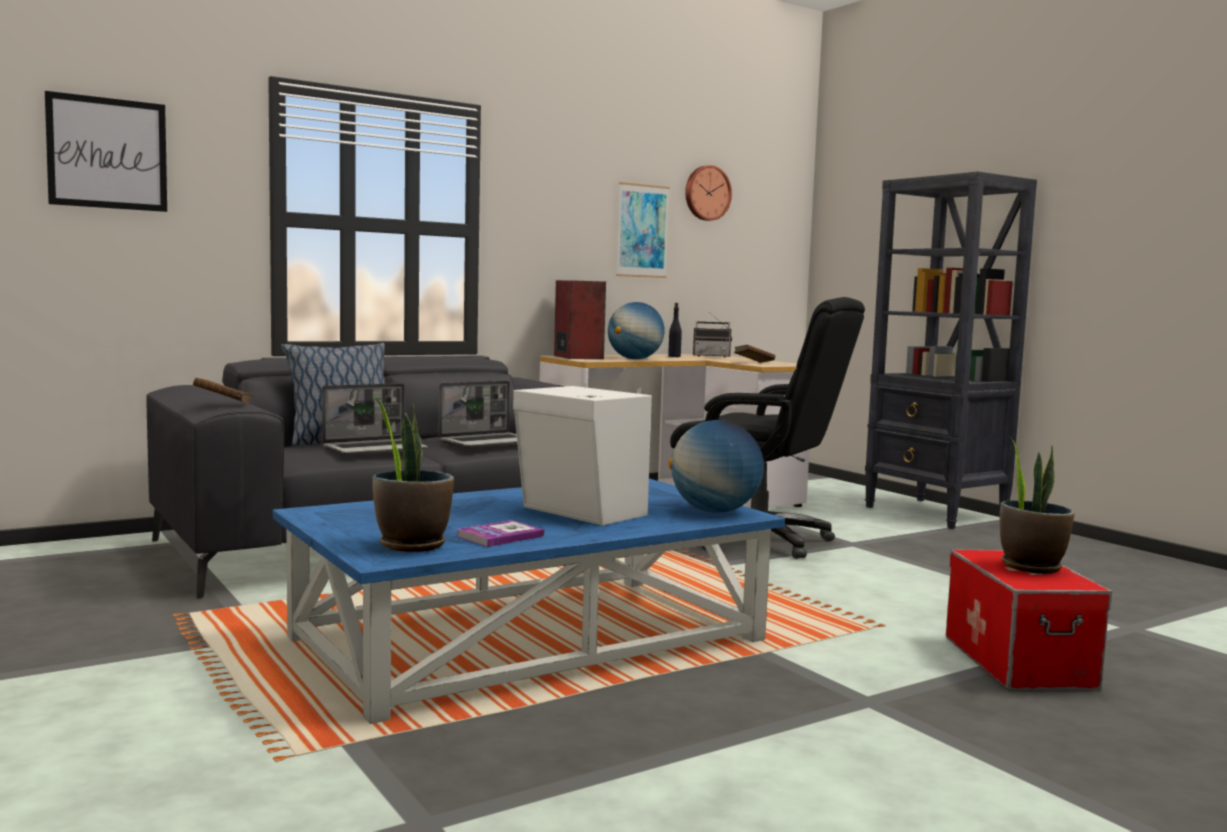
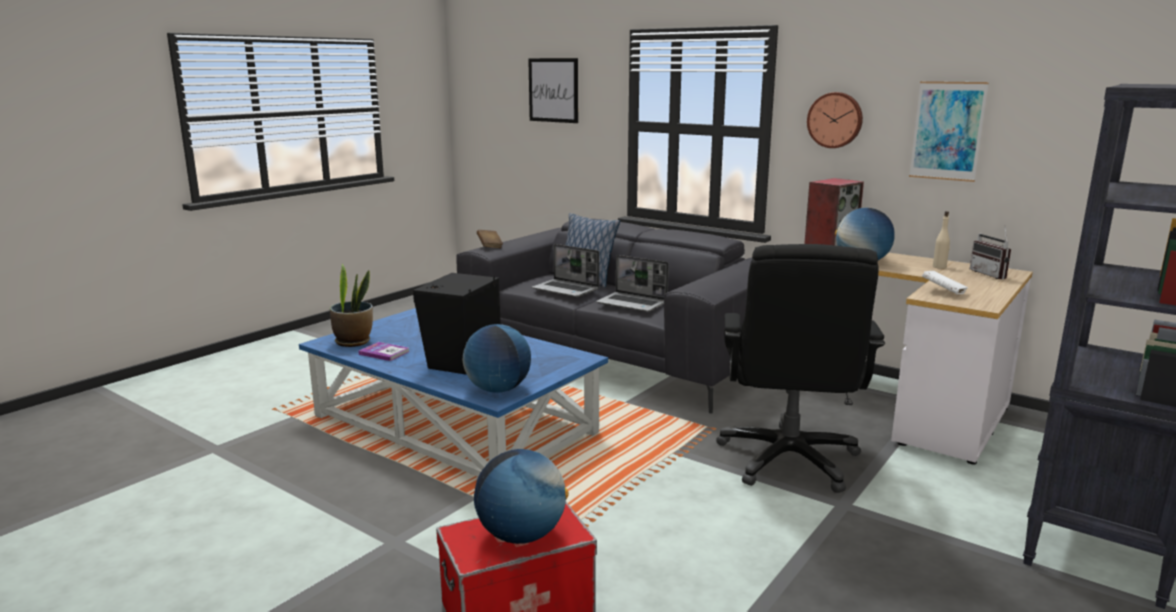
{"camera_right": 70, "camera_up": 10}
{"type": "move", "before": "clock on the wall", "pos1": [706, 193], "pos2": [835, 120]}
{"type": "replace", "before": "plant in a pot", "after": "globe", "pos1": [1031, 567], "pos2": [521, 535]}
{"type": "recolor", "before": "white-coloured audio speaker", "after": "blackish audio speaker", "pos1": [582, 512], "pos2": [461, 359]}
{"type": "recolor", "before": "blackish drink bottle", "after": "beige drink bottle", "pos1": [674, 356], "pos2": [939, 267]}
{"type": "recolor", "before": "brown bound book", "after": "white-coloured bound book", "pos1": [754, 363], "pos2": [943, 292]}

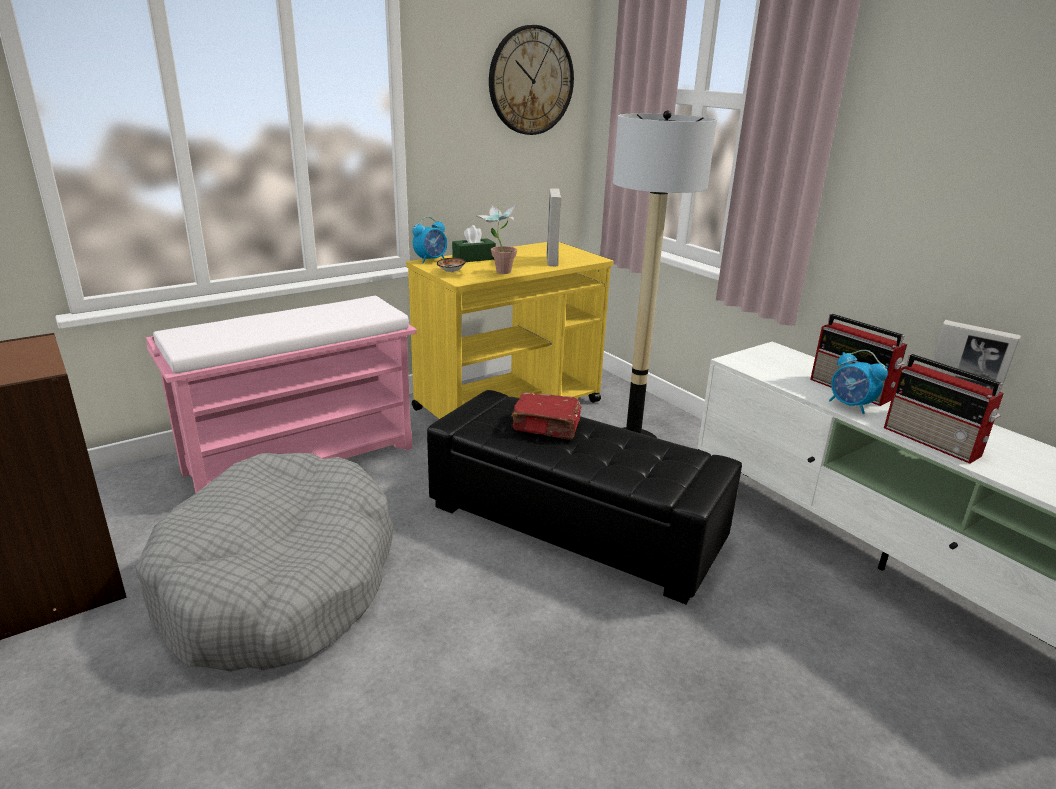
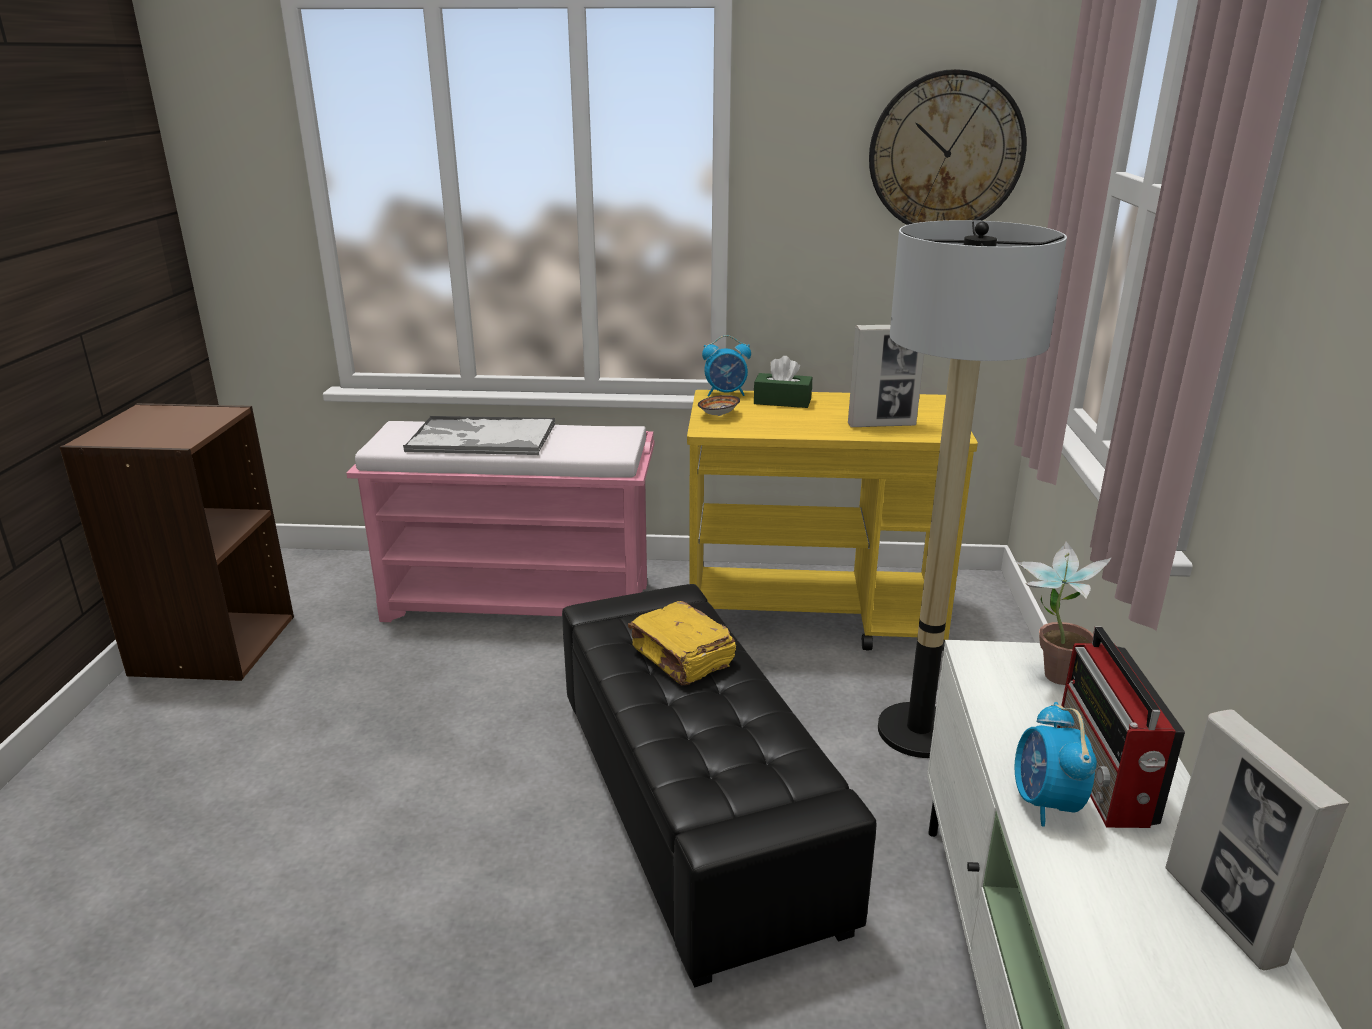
{"camera_right": 40, "camera_up": 0}
{"type": "delete", "before": "grey pet bed", "pos1": [279, 582]}
{"type": "delete", "before": "radio receiver", "pos1": [934, 442]}
{"type": "insert", "after": "serving tray", "pos2": [481, 438]}
{"type": "move", "before": "plant in a pot", "pos1": [498, 272], "pos2": [1047, 675]}
{"type": "recolor", "before": "red-coloured bound book", "after": "yellowish bound book", "pos1": [547, 427], "pos2": [682, 658]}
{"type": "rotate", "before": "standing frame", "pos1": [552, 260], "pos2": [882, 425], "turn": -135}

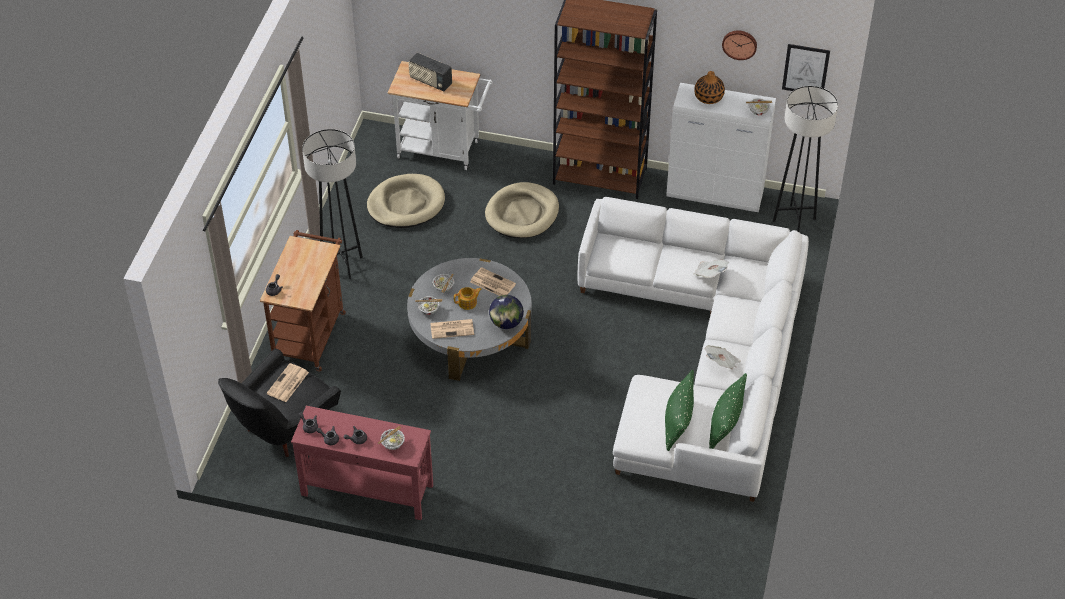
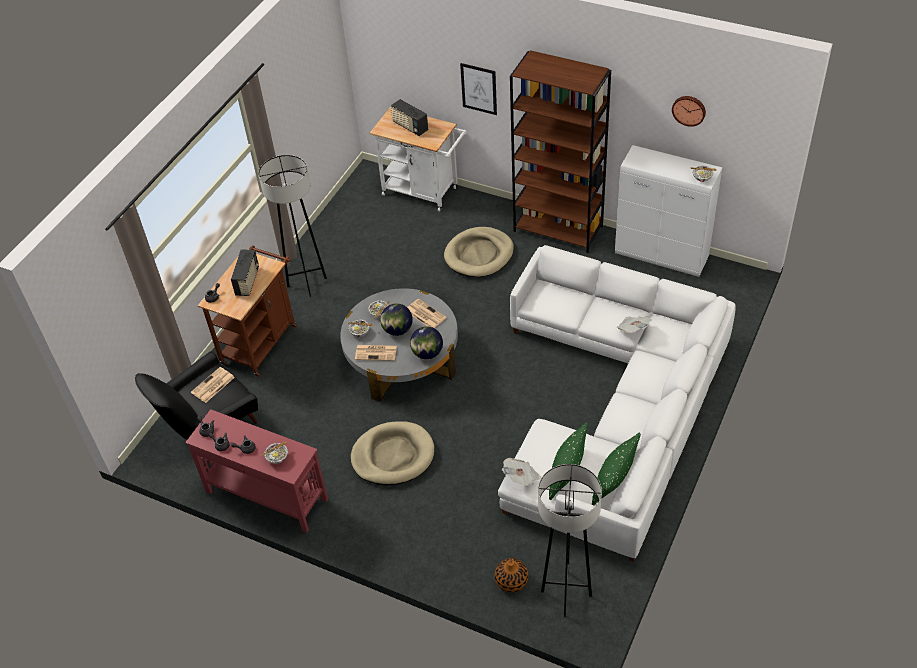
{"camera_right": 15, "camera_up": 0}
{"type": "insert", "after": "radio receiver", "pos2": [248, 281]}
{"type": "move", "before": "beige pet bed", "pos1": [406, 204], "pos2": [393, 456]}
{"type": "move", "before": "vase", "pos1": [708, 97], "pos2": [511, 581]}
{"type": "move", "before": "printed paper", "pos1": [722, 363], "pos2": [521, 478]}
{"type": "move", "before": "grey floor lamp", "pos1": [794, 220], "pos2": [566, 593]}
{"type": "move", "before": "wall art", "pos1": [805, 69], "pos2": [479, 88]}
{"type": "replace", "before": "tea pot", "after": "globe", "pos1": [468, 303], "pos2": [397, 330]}

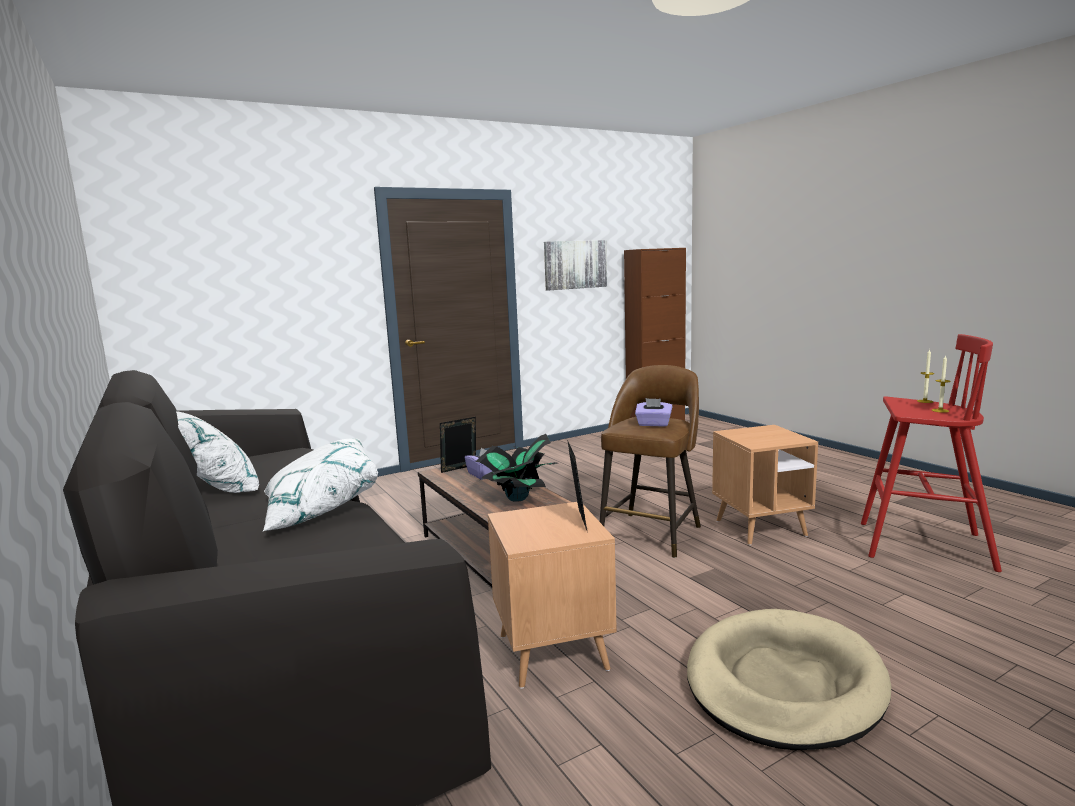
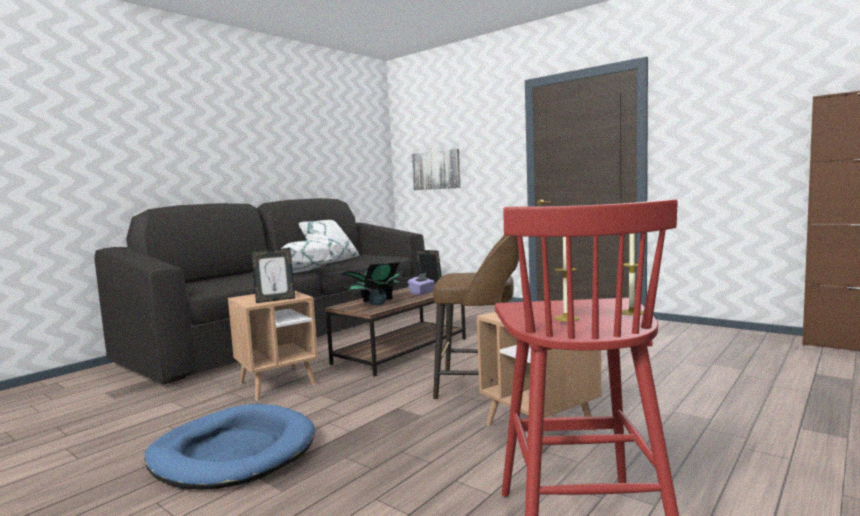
{"camera_right": 70, "camera_up": -5}
{"type": "delete", "before": "purplish tissue holder", "pos1": [653, 424]}
{"type": "move", "before": "wall art", "pos1": [575, 264], "pos2": [436, 170]}
{"type": "recolor", "before": "beige pet bed", "after": "blue-coloured pet bed", "pos1": [783, 683], "pos2": [233, 452]}

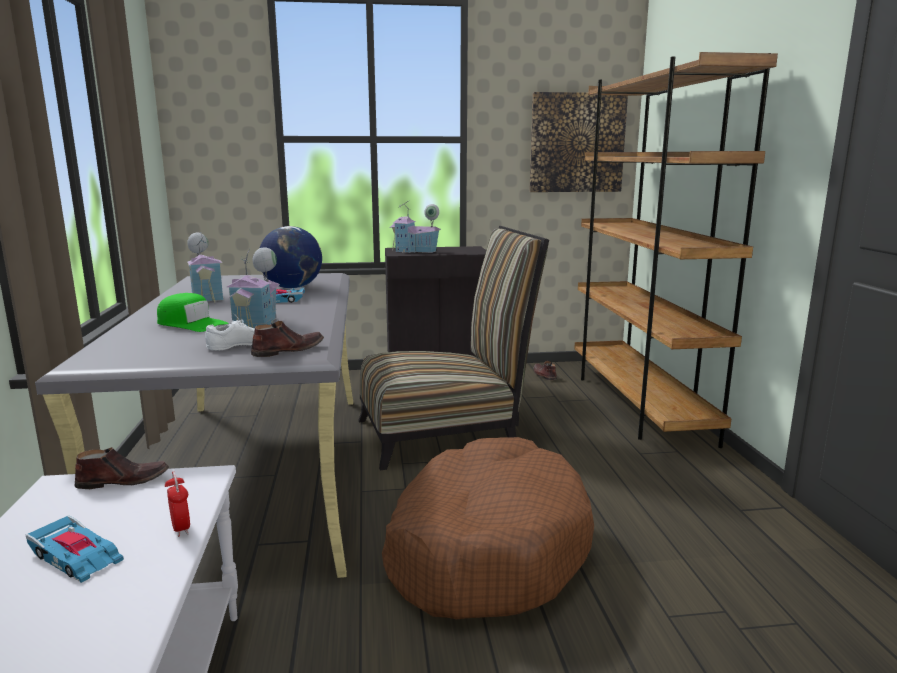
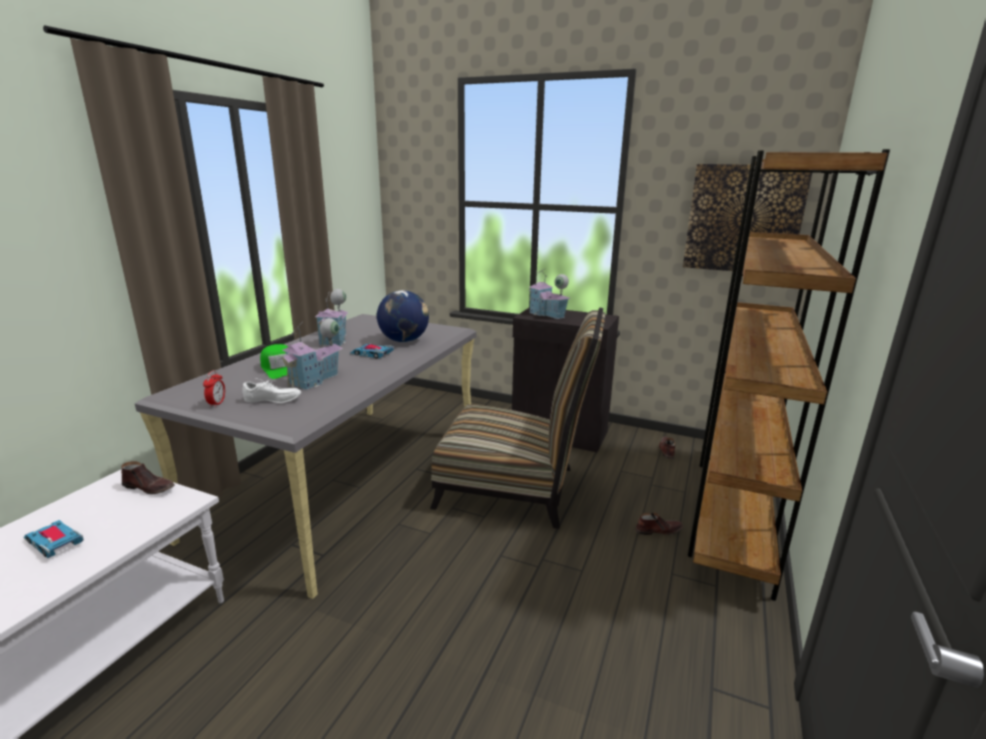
{"camera_right": 30, "camera_up": 5}
{"type": "delete", "before": "brown pet bed", "pos1": [486, 548]}
{"type": "move", "before": "table clock", "pos1": [181, 528], "pos2": [217, 403]}
{"type": "move", "before": "brown low shoe", "pos1": [288, 350], "pos2": [658, 530]}
{"type": "rotate", "before": "toy car", "pos1": [76, 556], "pos2": [54, 542], "turn": 150}

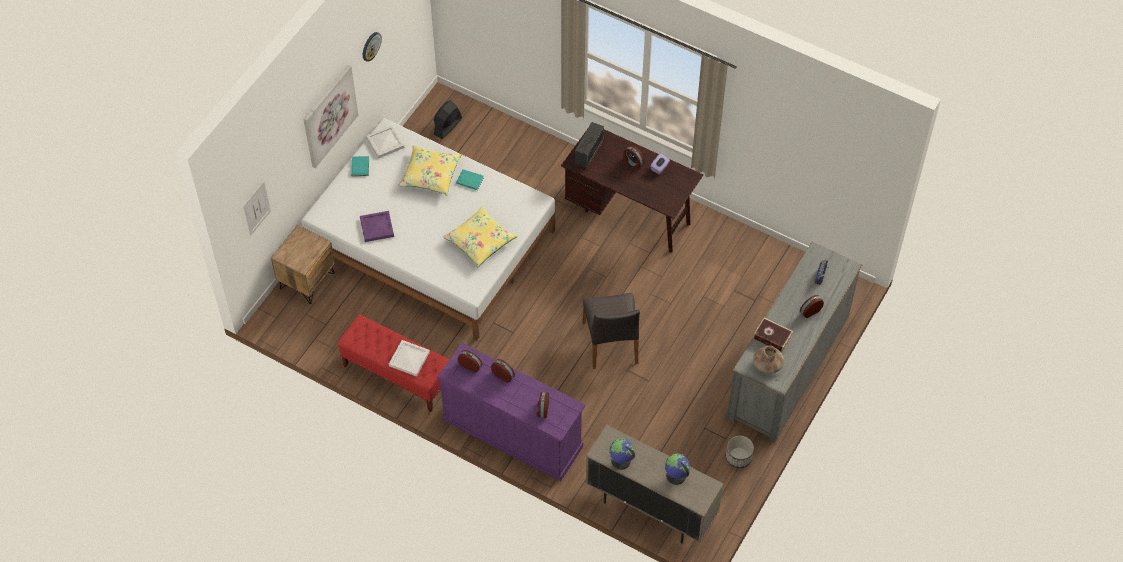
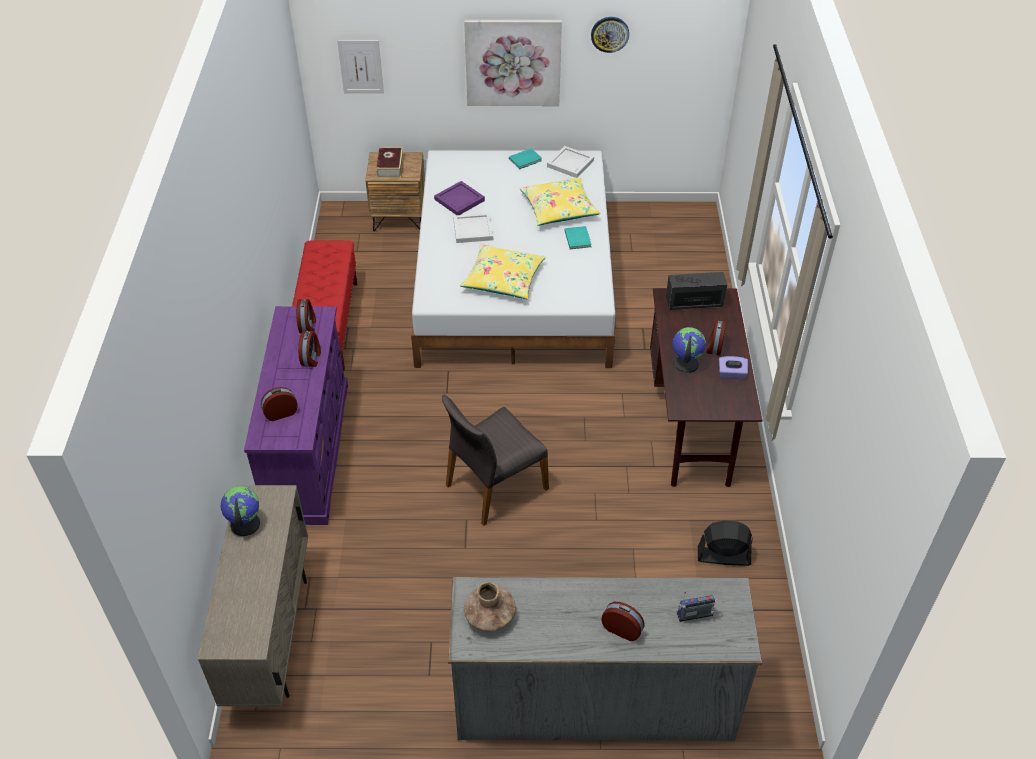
{"camera_right": 60, "camera_up": -10}
{"type": "delete", "before": "plant pot", "pos1": [738, 457]}
{"type": "move", "before": "white-coloured serving tray", "pos1": [409, 359], "pos2": [472, 230]}
{"type": "move", "before": "blackish cooling fan", "pos1": [447, 126], "pos2": [723, 556]}
{"type": "move", "before": "globe", "pos1": [675, 476], "pos2": [685, 363]}
{"type": "move", "before": "bound book", "pos1": [772, 337], "pos2": [390, 167]}

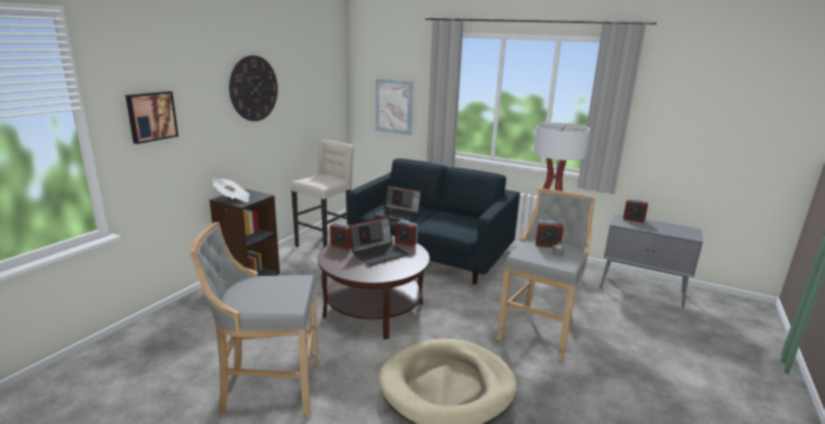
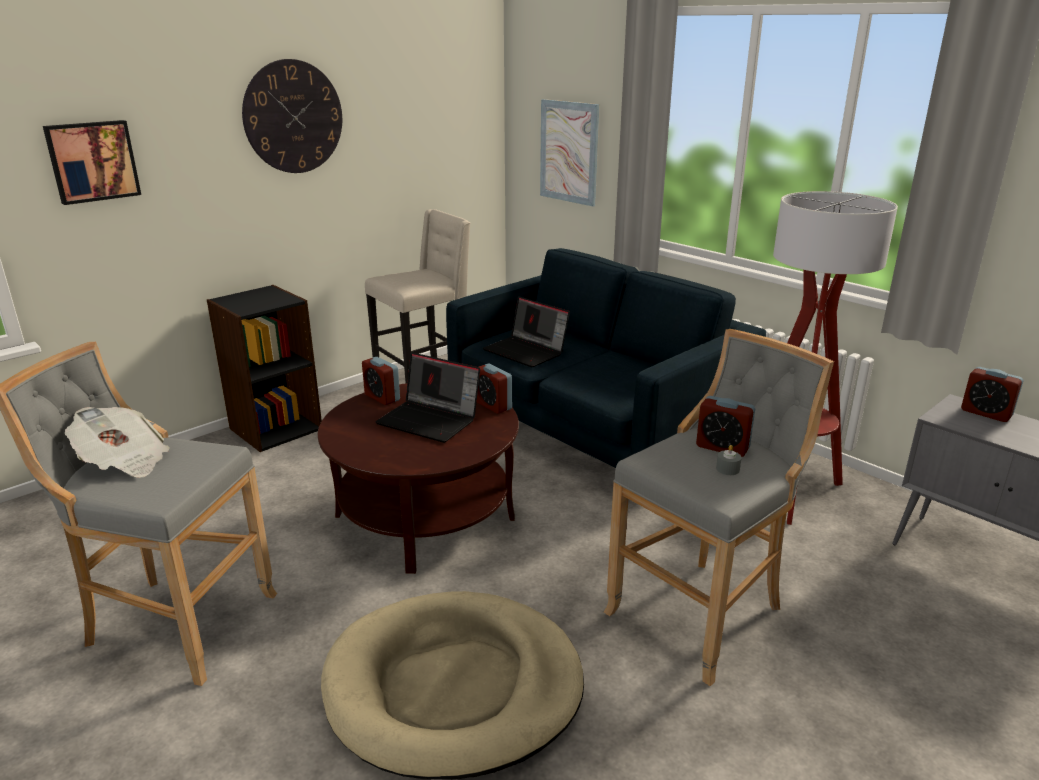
{"camera_right": 20, "camera_up": 5}
{"type": "move", "before": "printed paper", "pos1": [233, 199], "pos2": [124, 461]}
{"type": "rotate", "before": "laptop", "pos1": [379, 253], "pos2": [430, 420], "turn": 45}

